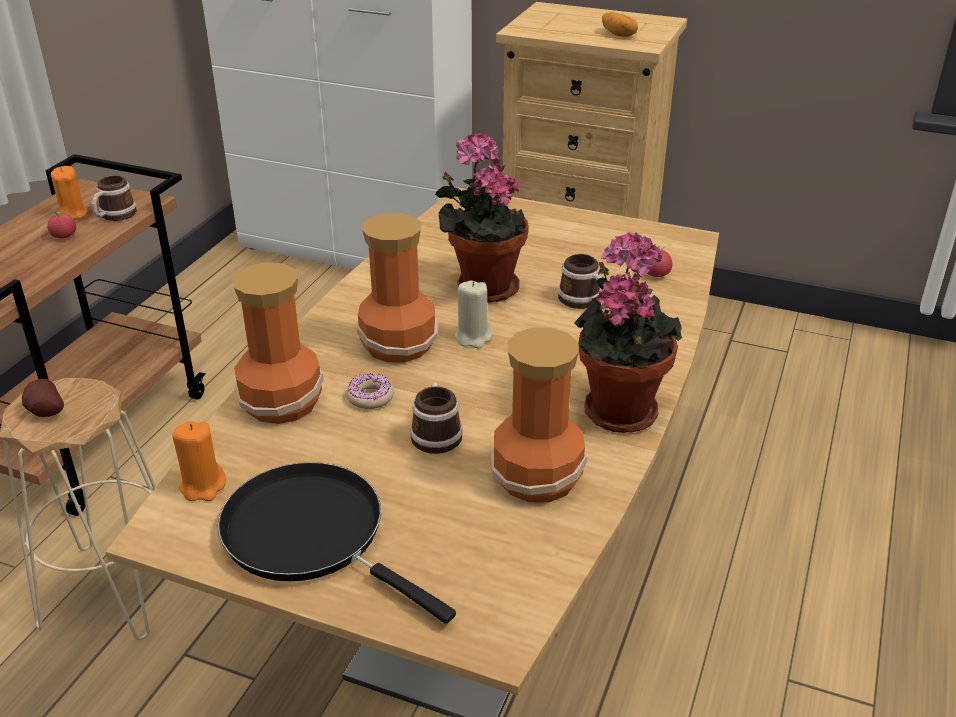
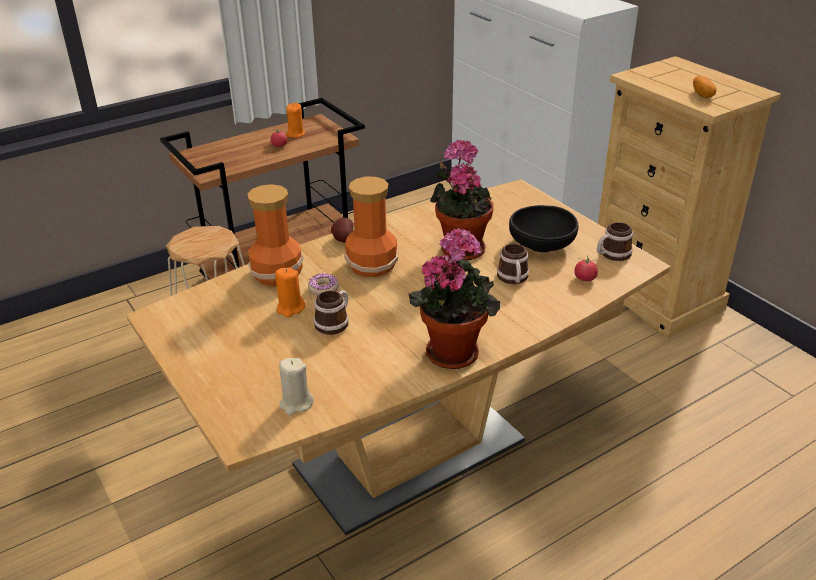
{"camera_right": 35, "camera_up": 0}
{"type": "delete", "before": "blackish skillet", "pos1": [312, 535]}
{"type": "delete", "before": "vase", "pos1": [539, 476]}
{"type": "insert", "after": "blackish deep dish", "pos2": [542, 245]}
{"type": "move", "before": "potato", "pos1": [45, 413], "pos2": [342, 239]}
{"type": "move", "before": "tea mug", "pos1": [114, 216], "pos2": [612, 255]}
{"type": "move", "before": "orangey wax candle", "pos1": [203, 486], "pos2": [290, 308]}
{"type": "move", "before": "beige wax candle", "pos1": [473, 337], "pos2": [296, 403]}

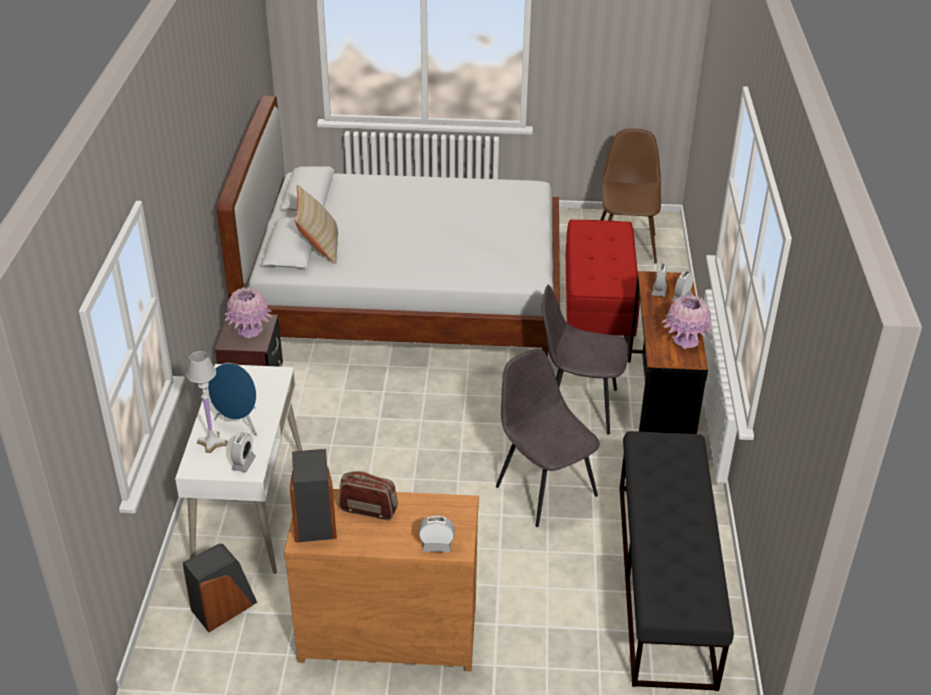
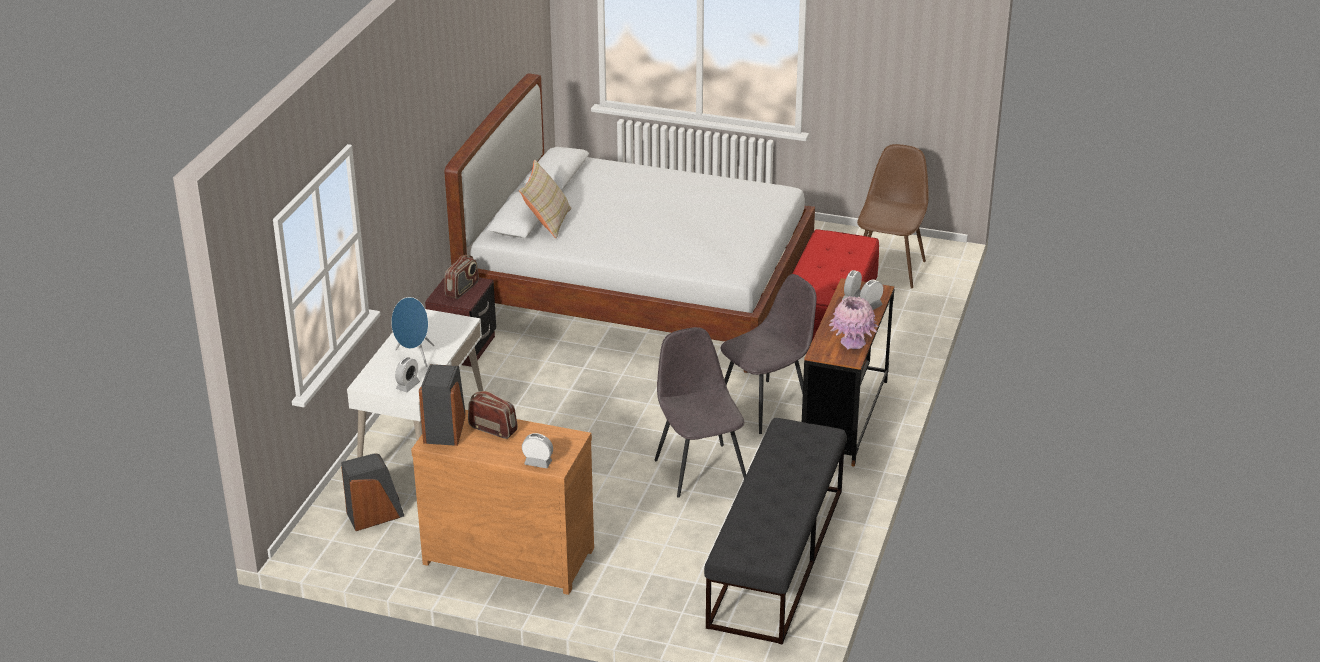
{"camera_right": 15, "camera_up": -5}
{"type": "delete", "before": "white-coloured table lamp", "pos1": [212, 442]}
{"type": "replace", "before": "pink vase", "after": "radio receiver", "pos1": [250, 330], "pos2": [462, 289]}
{"type": "rotate", "before": "grey chair", "pos1": [578, 407], "pos2": [766, 406], "turn": 120}

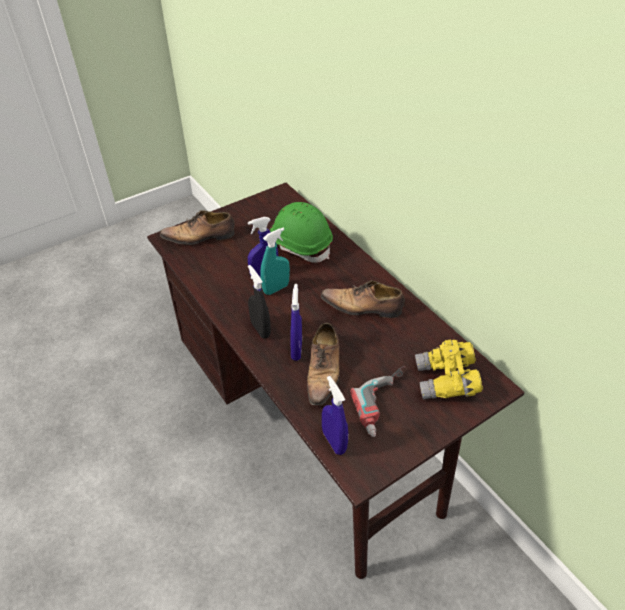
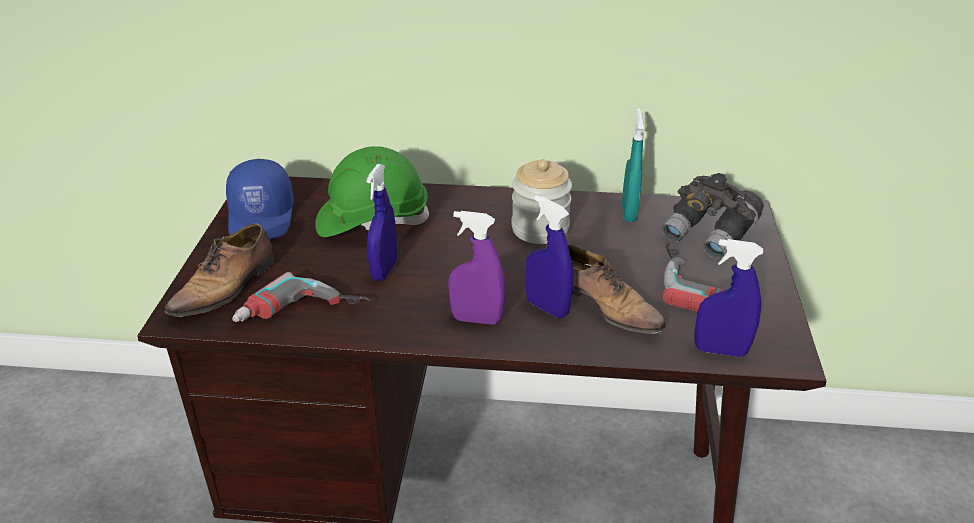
{"camera_right": -50, "camera_up": -10}
{"type": "insert", "after": "blue-coloured cap", "pos2": [262, 217]}
{"type": "insert", "after": "electric drill", "pos2": [301, 316]}
{"type": "move", "before": "blue-green hand sprayer", "pos1": [276, 288], "pos2": [629, 212]}
{"type": "replace", "before": "low shoe", "after": "jar", "pos1": [363, 307], "pos2": [540, 229]}
{"type": "recolor", "before": "blackish hand sprayer", "after": "purplish hand sprayer", "pos1": [260, 329], "pos2": [477, 319]}
{"type": "recolor", "before": "yellowish pair of binoculars", "after": "grey pair of binoculars", "pos1": [446, 382], "pos2": [709, 234]}

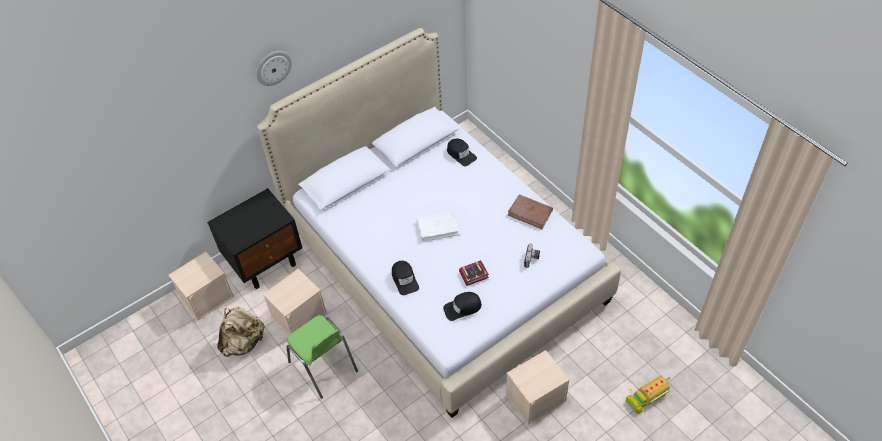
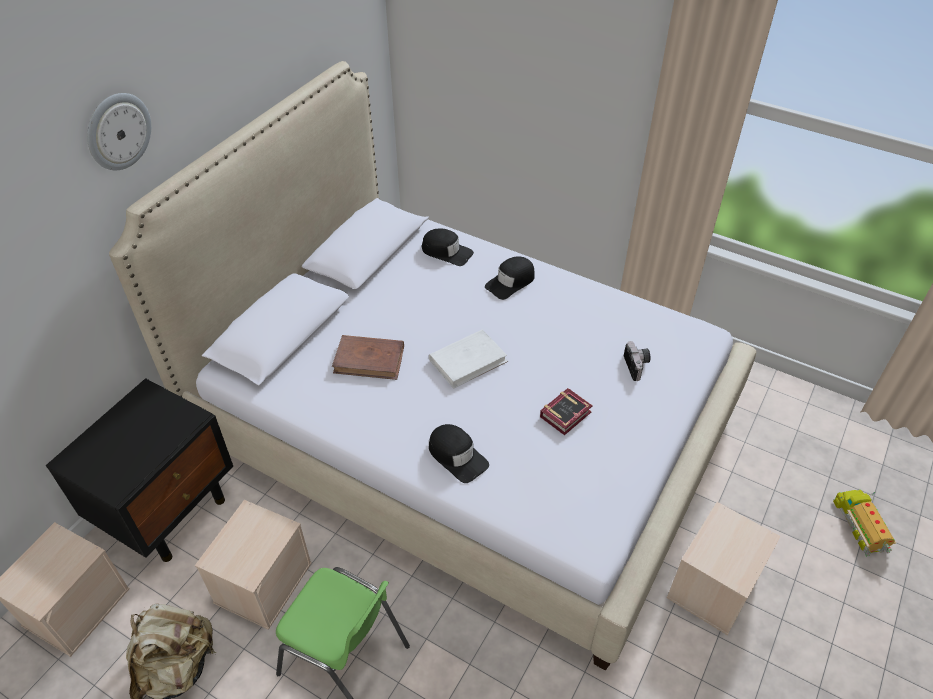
{"camera_right": -25, "camera_up": -5}
{"type": "move", "before": "blackish cap", "pos1": [462, 308], "pos2": [511, 282]}
{"type": "move", "before": "brown bound book", "pos1": [530, 213], "pos2": [369, 360]}
{"type": "rotate", "before": "model truck", "pos1": [647, 396], "pos2": [862, 526], "turn": 135}

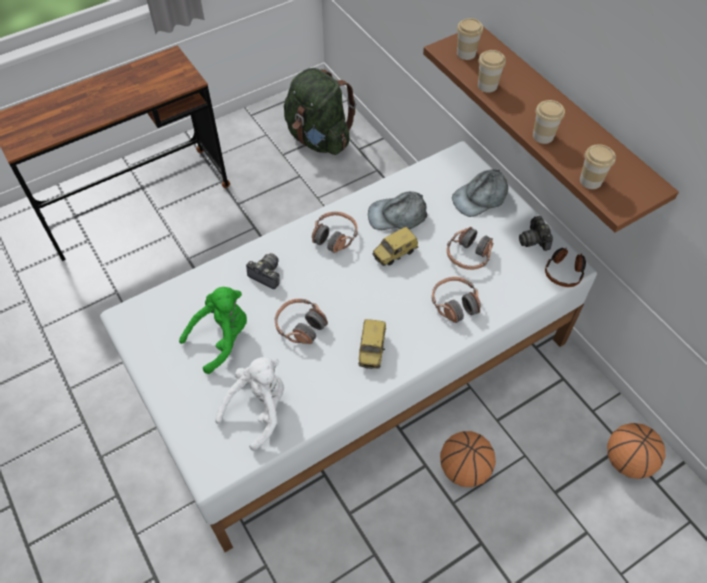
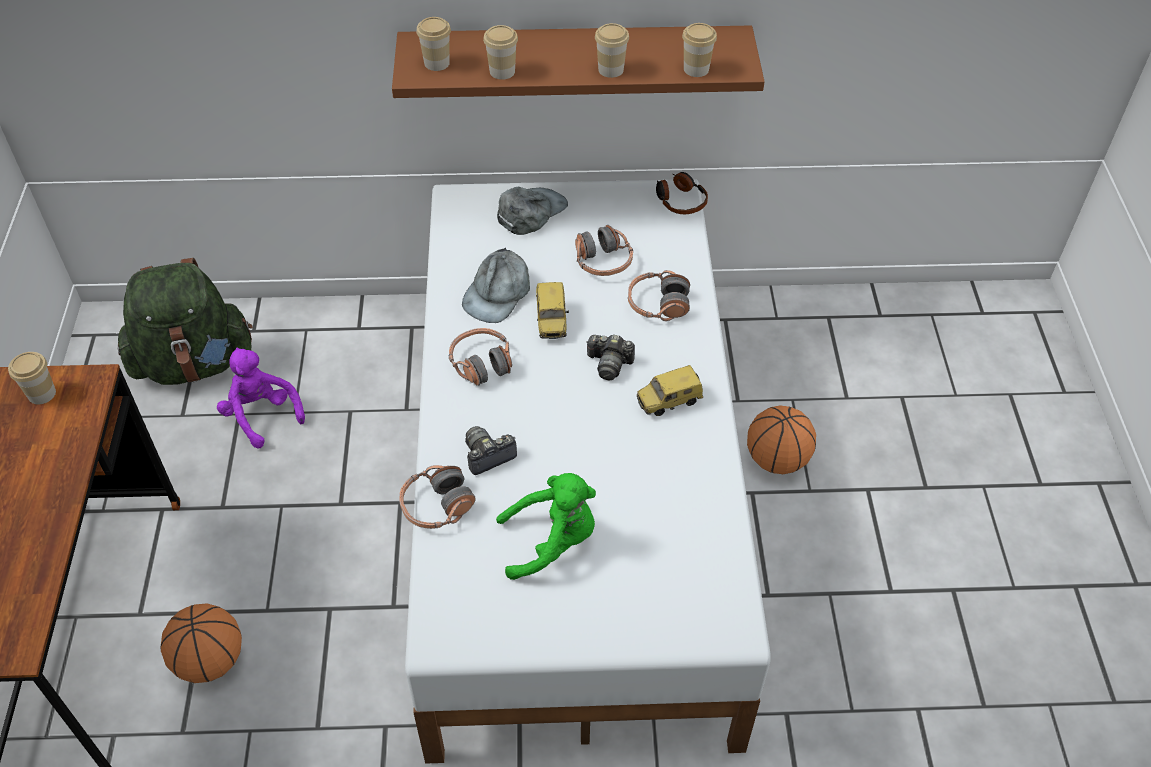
{"camera_right": -60, "camera_up": -5}
{"type": "delete", "before": "white-coloured soft toy", "pos1": [258, 409]}
{"type": "insert", "after": "cup", "pos2": [42, 394]}
{"type": "insert", "after": "purplish soft toy", "pos2": [261, 415]}
{"type": "move", "before": "headphones", "pos1": [300, 326], "pos2": [437, 506]}
{"type": "move", "before": "still camera", "pos1": [534, 240], "pos2": [609, 364]}
{"type": "move", "before": "ball for basketball", "pos1": [627, 460], "pos2": [210, 661]}
{"type": "rotate", "before": "greenish soft toy", "pos1": [222, 338], "pos2": [552, 542], "turn": 90}
{"type": "rotate", "before": "toy car", "pos1": [372, 350], "pos2": [669, 402], "turn": 120}
{"type": "rotate", "before": "grey cap", "pos1": [480, 197], "pos2": [531, 212], "turn": -135}

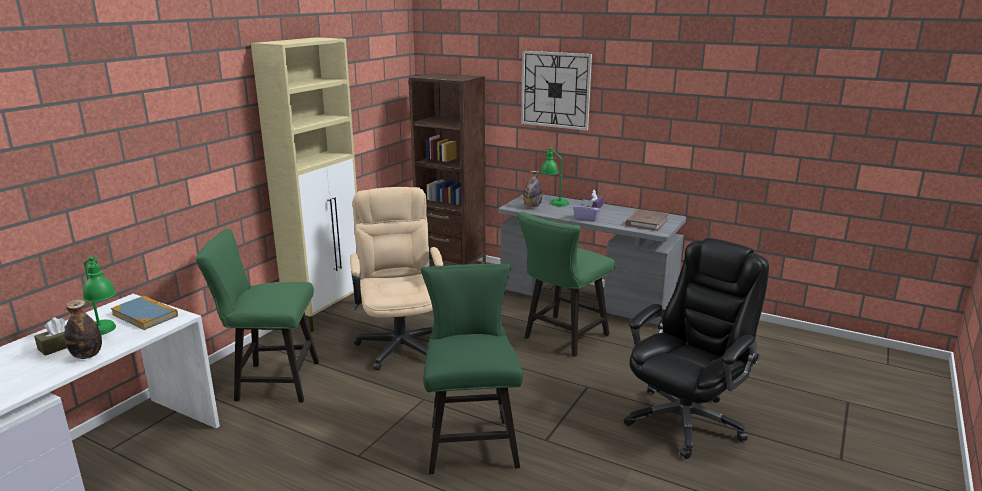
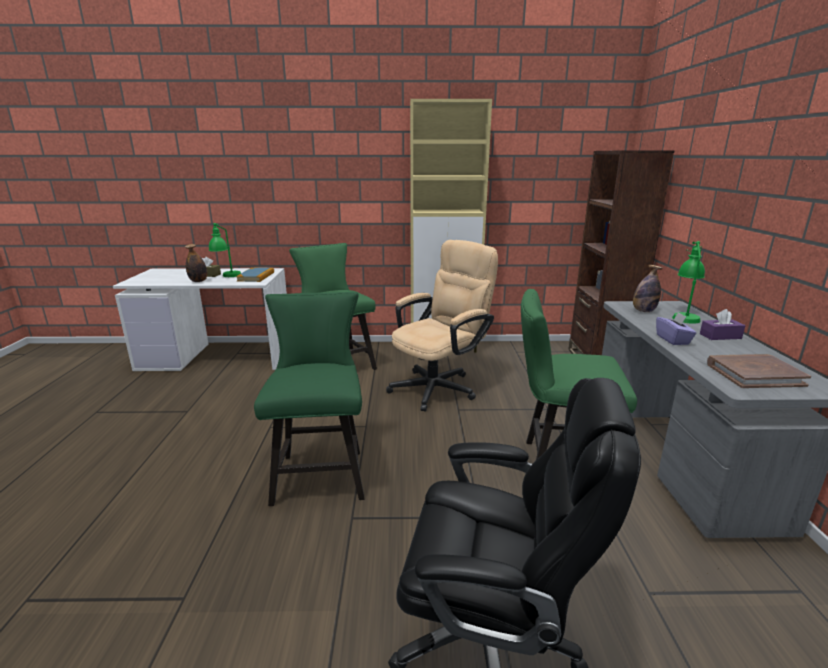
{"camera_right": 60, "camera_up": 0}
{"type": "delete", "before": "clock on the wall", "pos1": [555, 90]}
{"type": "rotate", "before": "greenish chair", "pos1": [471, 441], "pos2": [321, 471], "turn": -60}

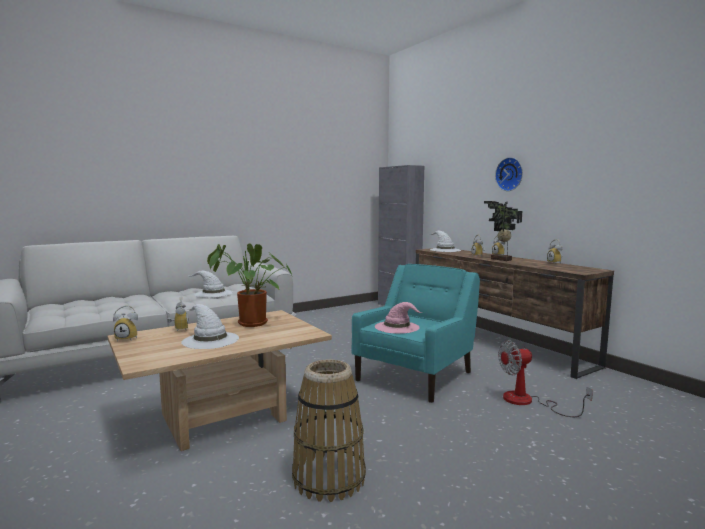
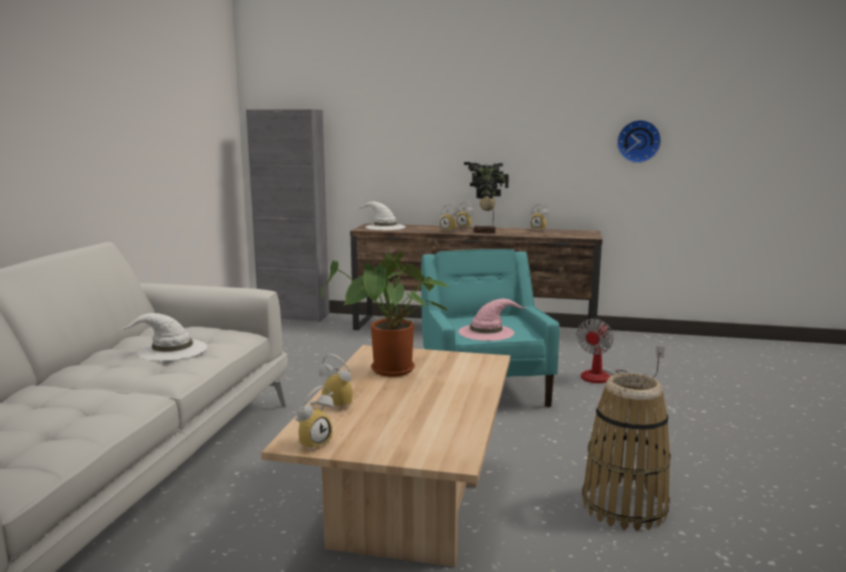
{"camera_right": -45, "camera_up": 5}
{"type": "delete", "before": "white-coloured wearable hat", "pos1": [209, 340]}
{"type": "move", "before": "clock on the wall", "pos1": [510, 174], "pos2": [638, 141]}

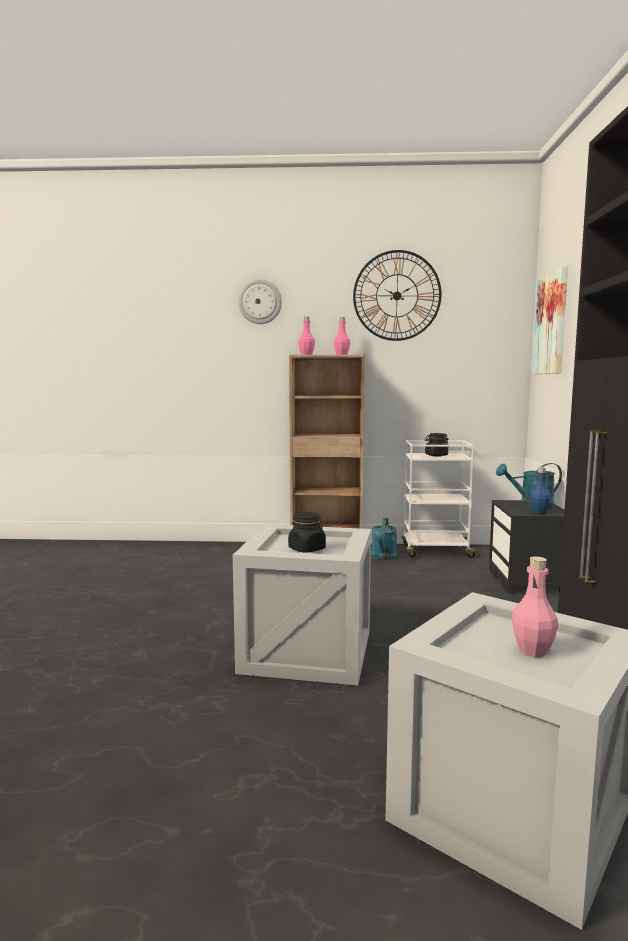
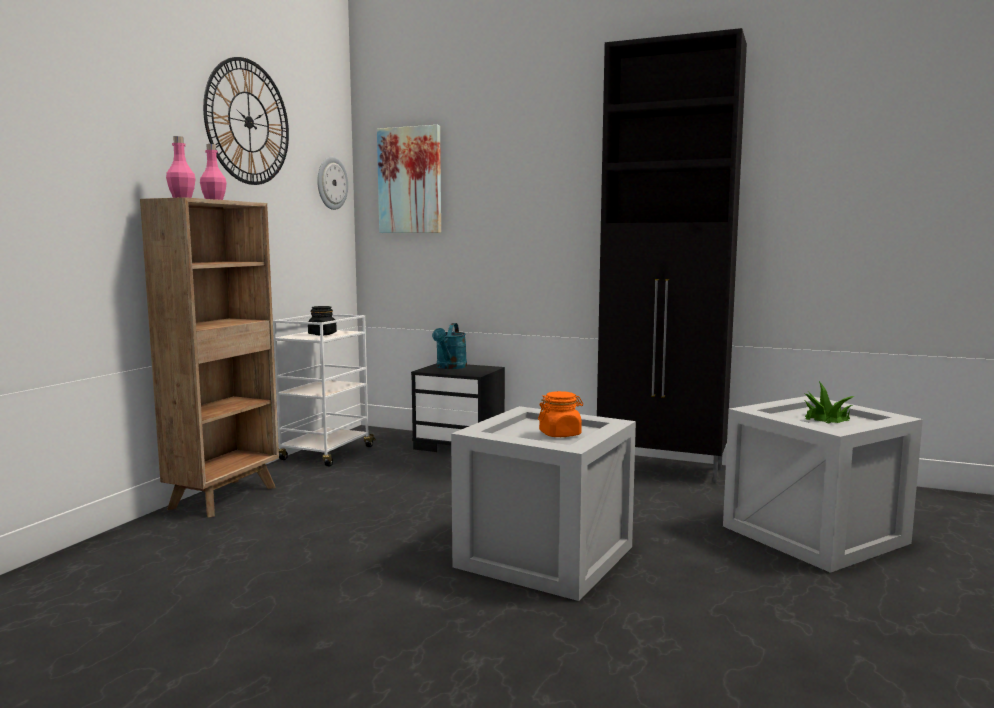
{"camera_right": -70, "camera_up": 0}
{"type": "delete", "before": "blue-green watering pot", "pos1": [383, 557]}
{"type": "delete", "before": "blue-coloured drink bottle", "pos1": [539, 512]}
{"type": "move", "before": "clock on the wall", "pos1": [260, 302], "pos2": [331, 183]}
{"type": "replace", "before": "pink drink bottle", "after": "plant in a pot", "pos1": [532, 651], "pos2": [826, 418]}
{"type": "recolor", "before": "blackish jar", "after": "orangey jar", "pos1": [307, 549], "pos2": [560, 434]}

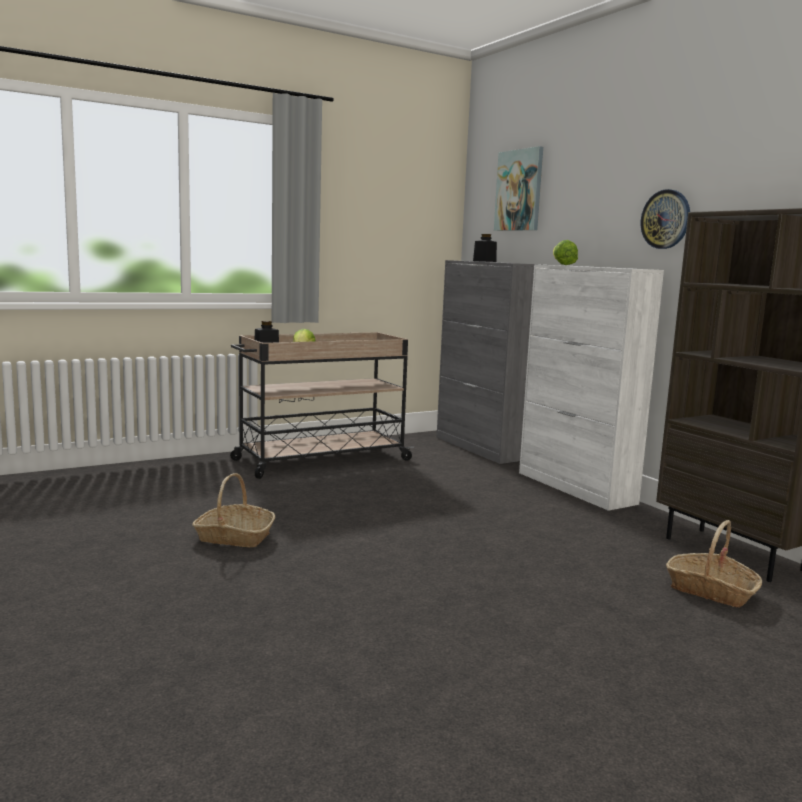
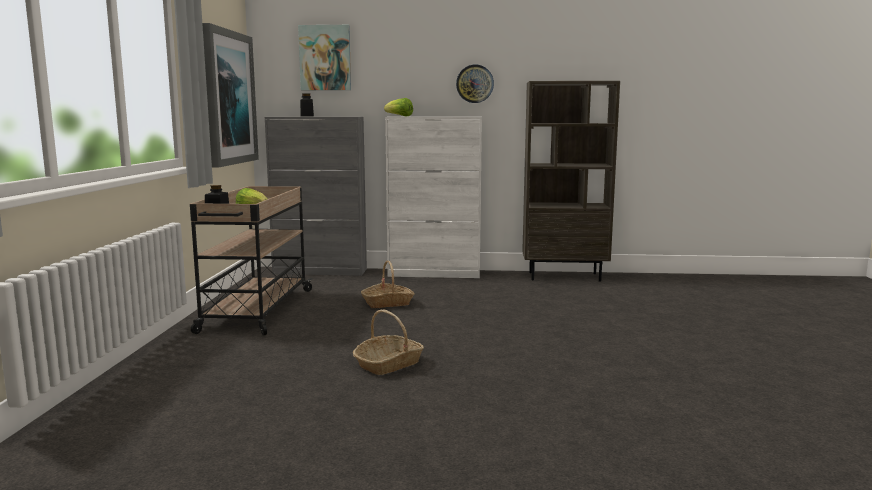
{"camera_right": -55, "camera_up": 0}
{"type": "insert", "after": "wall art", "pos2": [227, 98]}
{"type": "move", "before": "basket", "pos1": [711, 590], "pos2": [387, 303]}

